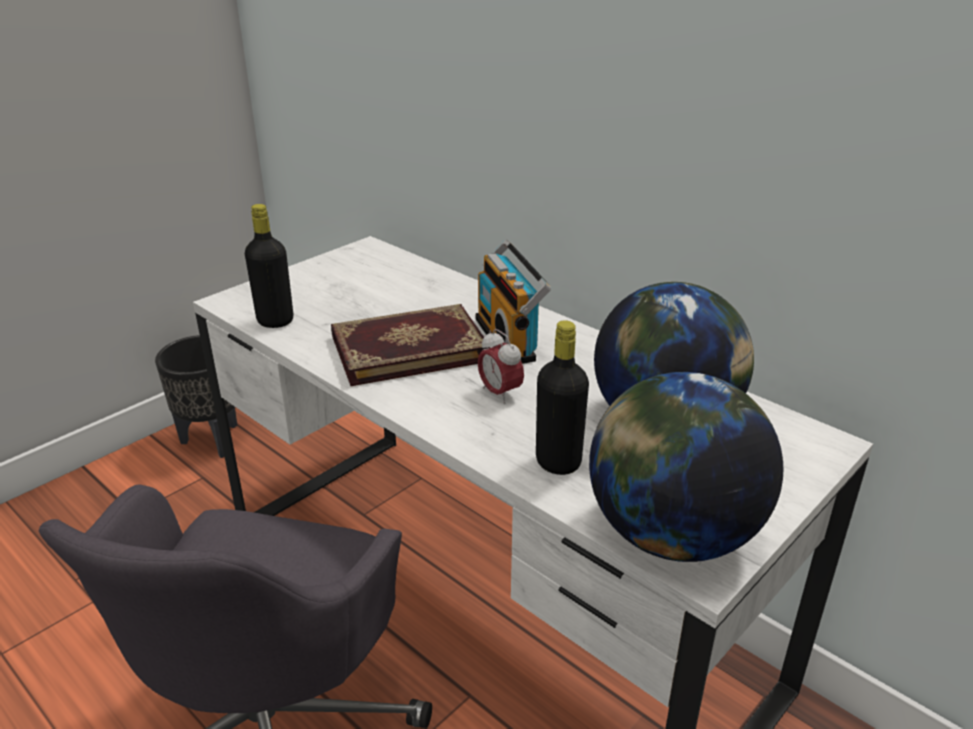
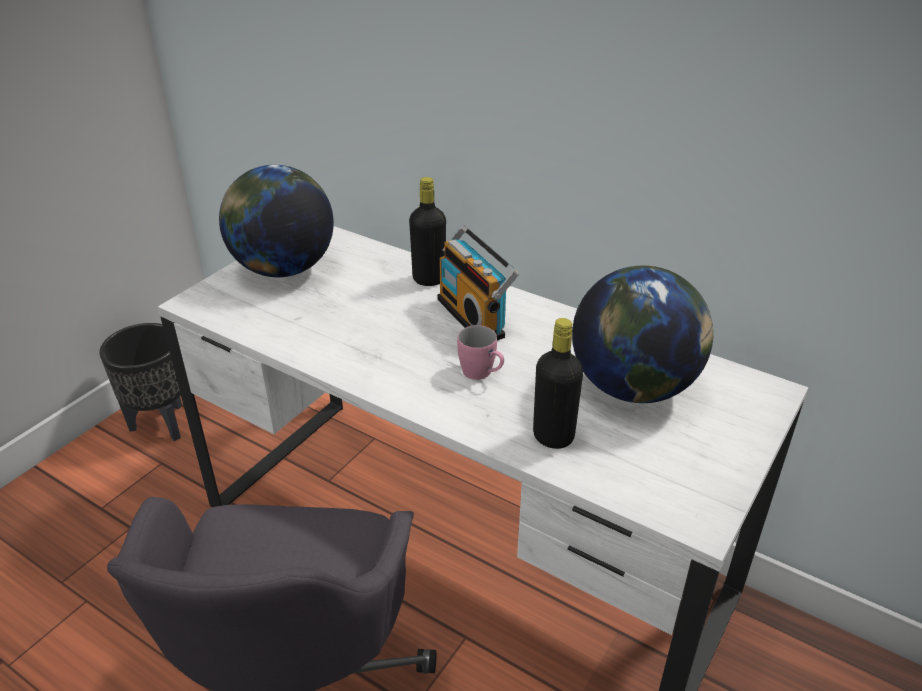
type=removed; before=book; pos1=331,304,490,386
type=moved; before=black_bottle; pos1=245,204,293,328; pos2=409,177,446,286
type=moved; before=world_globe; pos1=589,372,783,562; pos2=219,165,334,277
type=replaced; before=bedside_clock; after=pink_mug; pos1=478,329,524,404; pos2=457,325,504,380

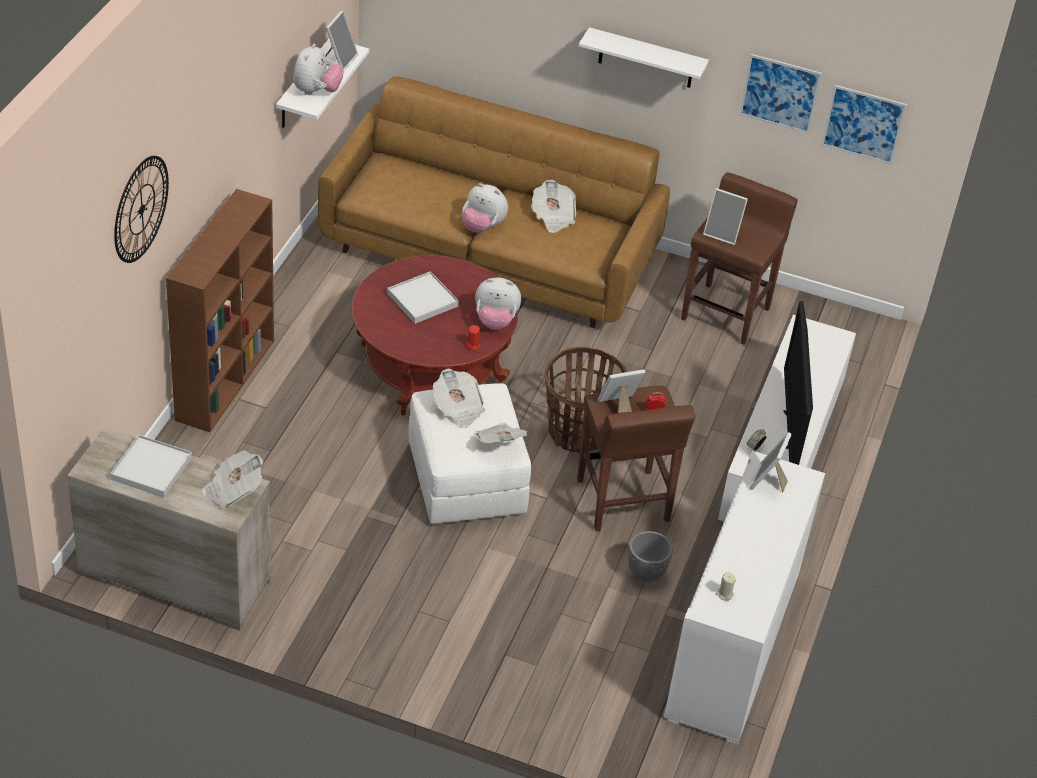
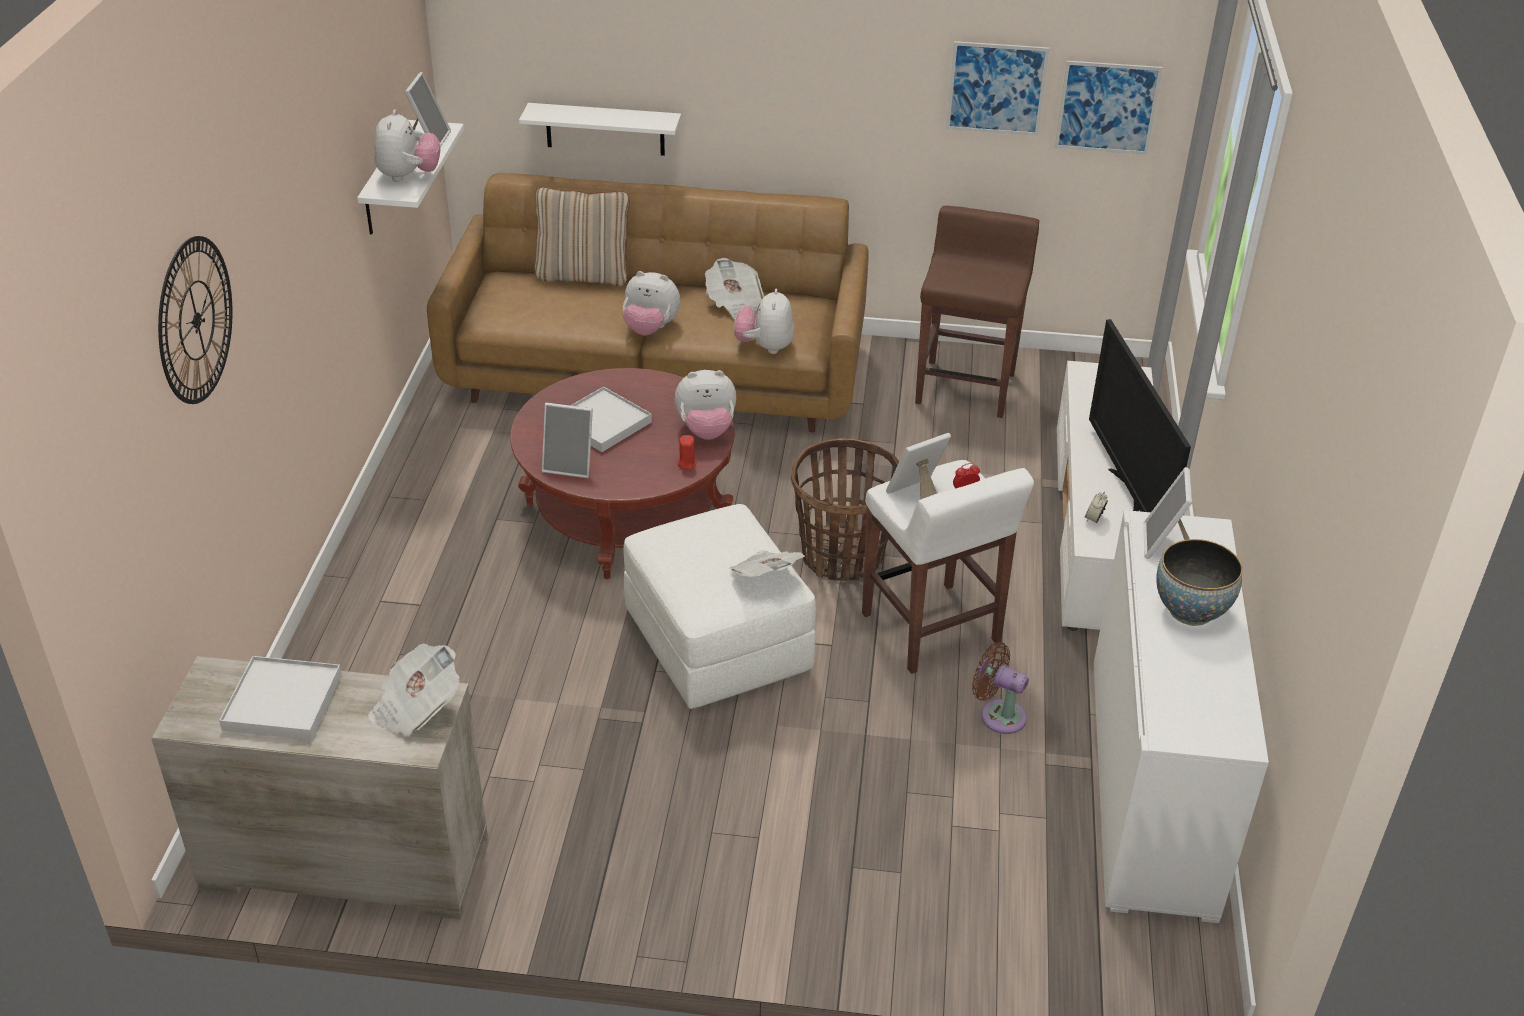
type=removed; before=brown-coloured_bookcase; pos1=166,189,274,432
type=removed; before=daily_paper; pos1=433,369,485,428
type=removed; before=beige-coloured_wax_light; pos1=716,572,736,601
type=added; after=beige-coloured_pillow; pos2=535,186,630,286
type=added; after=plush_toy; pos2=734,289,794,354
type=added; after=serving_bowl; pos2=1156,539,1243,626
type=moved; before=white-coloured_shelf; pos1=579,27,709,88; pos2=519,103,681,156
type=moved; before=standing_frame; pos1=703,188,748,245; pos2=542,402,593,478
type=replaced; before=grey_planter; after=brown-coloured_fan; pos1=628,531,673,582; pos2=972,642,1029,734
type=recoloured; before=brown-coloured_stool_seat; after=white-coloured_stool_seat; pos1=577,386,695,531; pos2=862,460,1034,674

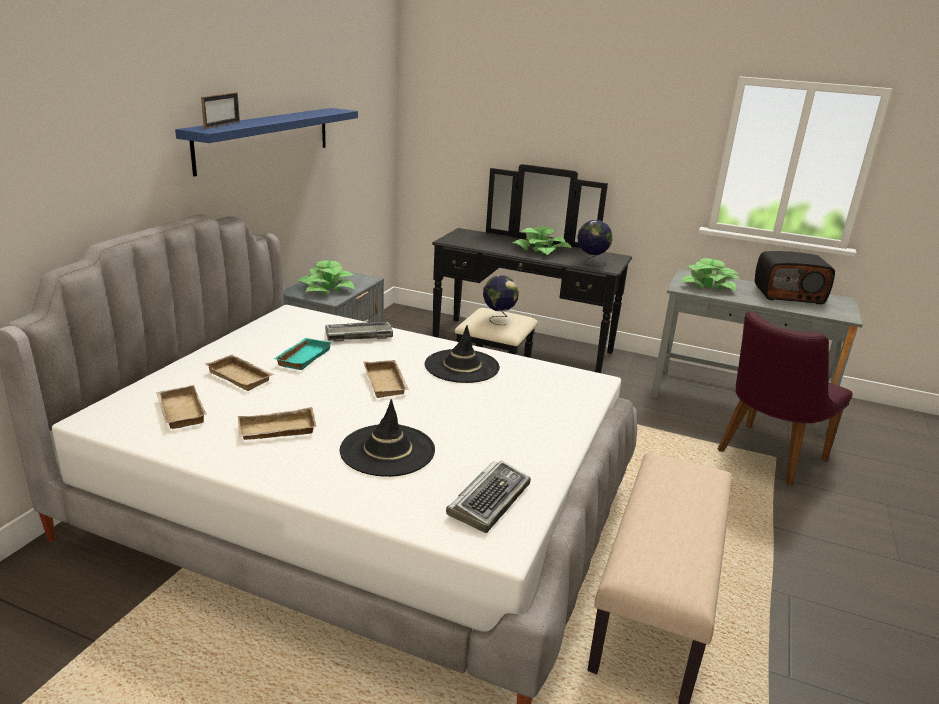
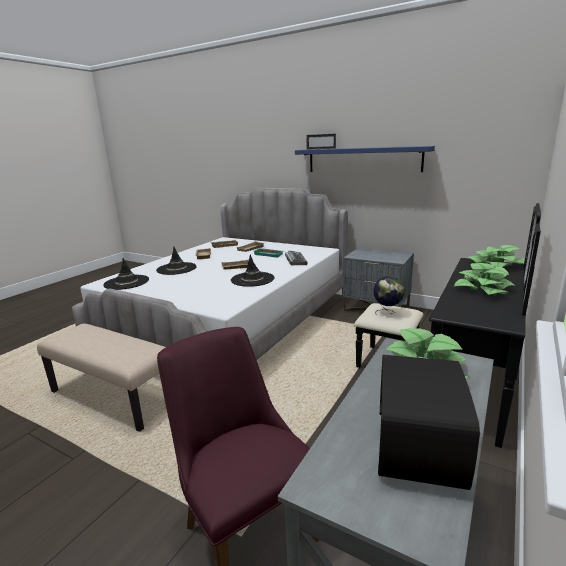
type=removed; before=world_globe; pos1=577,220,613,267
type=moved; before=plant_in_a_pot; pos1=296,260,355,295; pos2=469,245,525,268
type=replaced; before=computer_keyboard; after=black_clothing_hat; pos1=446,460,531,533; pos2=103,258,149,290

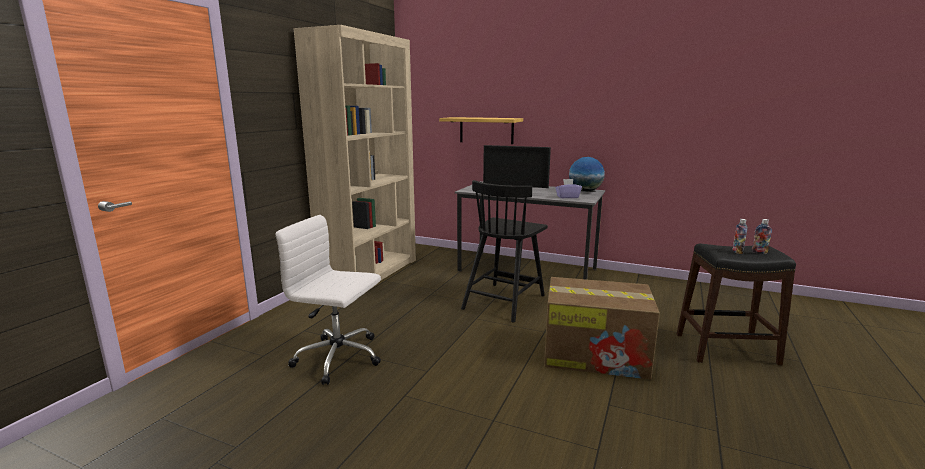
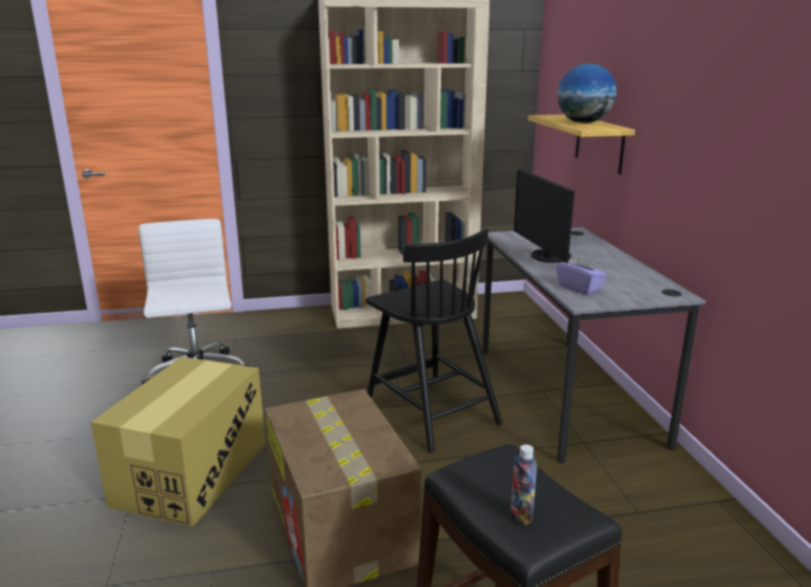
type=removed; before=bottle; pos1=732,219,748,254
type=added; after=packing_box; pos2=91,357,265,527
type=moved; before=world_globe; pos1=569,157,605,192; pos2=557,64,617,123
type=turned; before=black_chair; pos1=461,180,548,323; pos2=366,228,502,453; turn=-120

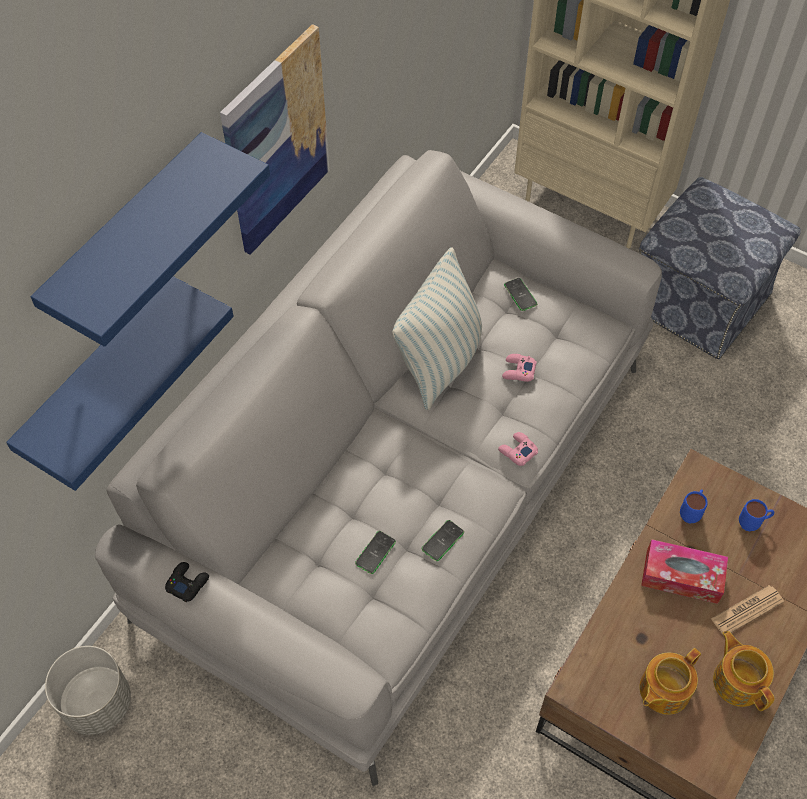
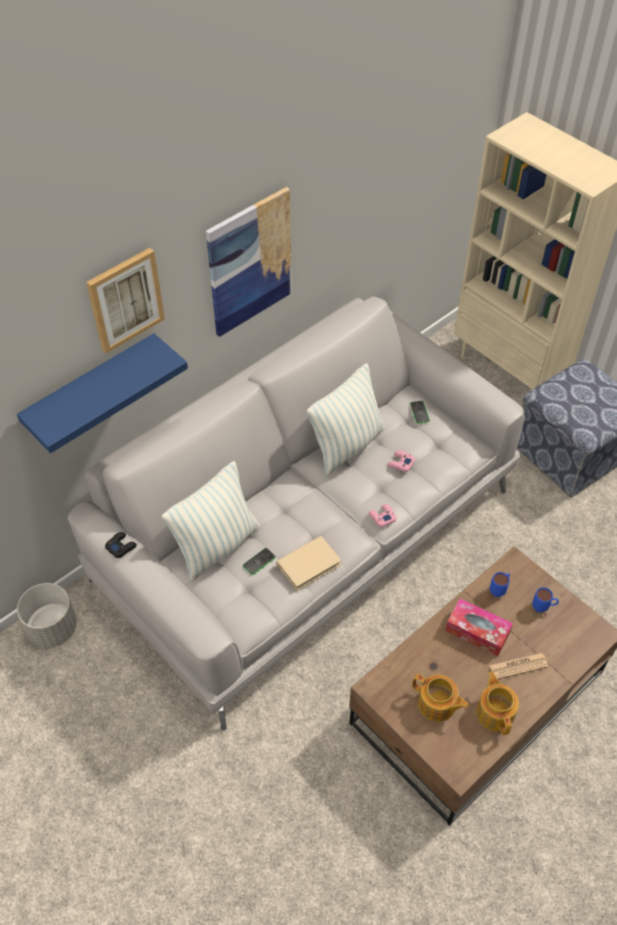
type=added; after=pillow; pos2=162,461,260,582
type=replaced; before=bluish_shelf; after=wall_picture; pos1=31,132,270,347; pos2=86,248,165,354
type=replaced; before=telephone; after=beige-coloured_book; pos1=421,520,464,561; pos2=276,536,342,591
type=turned; before=pot_for_tea; pos1=640,648,701,715; pos2=412,674,469,722; turn=-120

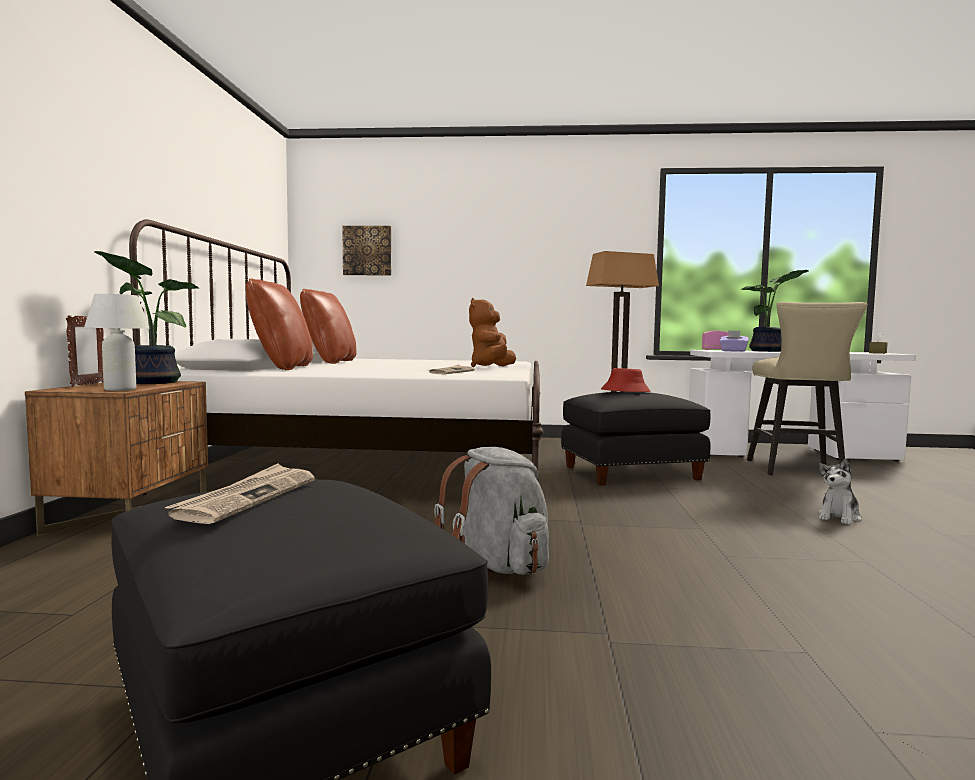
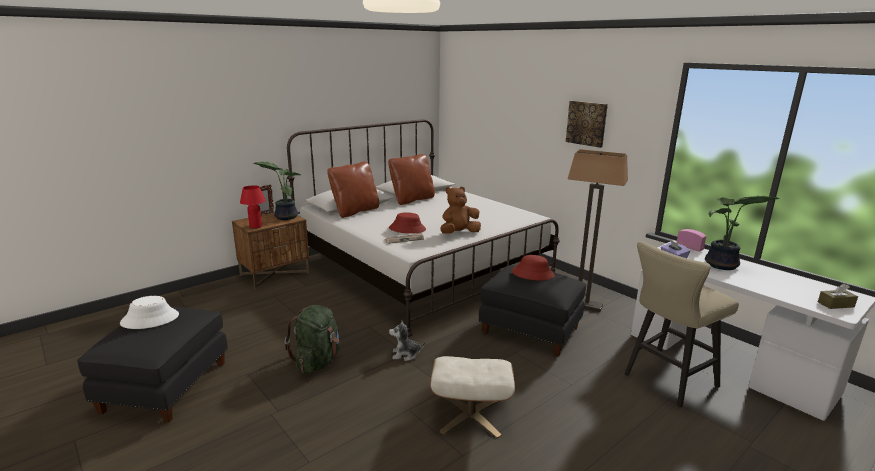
type=added; after=reddish_clothing_hat; pos2=389,212,426,234
type=added; after=beige-coloured_pouffe; pos2=430,356,515,438
type=moved; before=wall_picture; pos1=342,226,391,276; pos2=565,101,608,148
type=moved; before=plush_toy; pos1=818,458,862,525; pos2=389,321,426,361
type=replaced; before=daily_paper; after=white-coloured_clothing_hat; pos1=165,464,315,524; pos2=120,296,179,329
type=recoloured; before=white-coloured_table_lamp; after=reddish_table_lamp; pos1=84,294,150,391; pos2=240,185,266,228
type=recoloured; before=grey_rucksack; after=green-coloured_rucksack; pos1=434,447,549,576; pos2=285,305,340,373

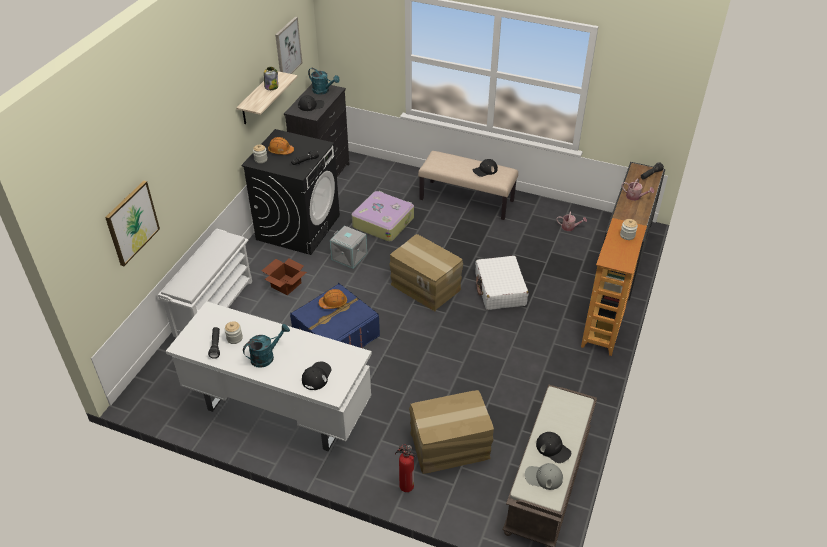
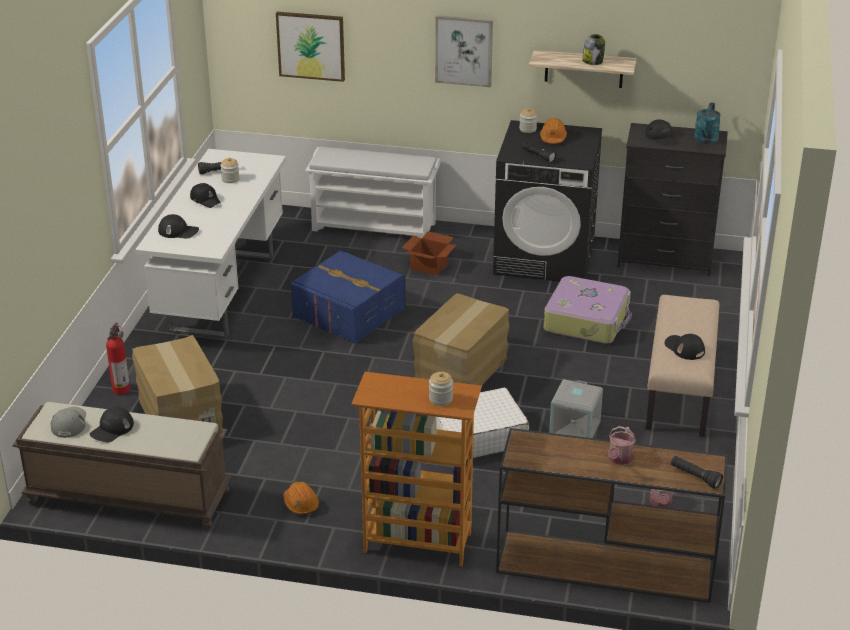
type=moved; before=wall_picture; pos1=275,17,302,74; pos2=435,15,493,87
type=moved; before=orangey_work_helmet; pos1=319,289,347,309; pos2=283,482,319,515
type=moved; before=grey_storage_box; pos1=330,226,367,269; pos2=549,379,603,438
type=replaced; before=turquoise-coloured_watering_pot; after=black_peaked_cap; pos1=243,324,290,368; pos2=190,183,221,208

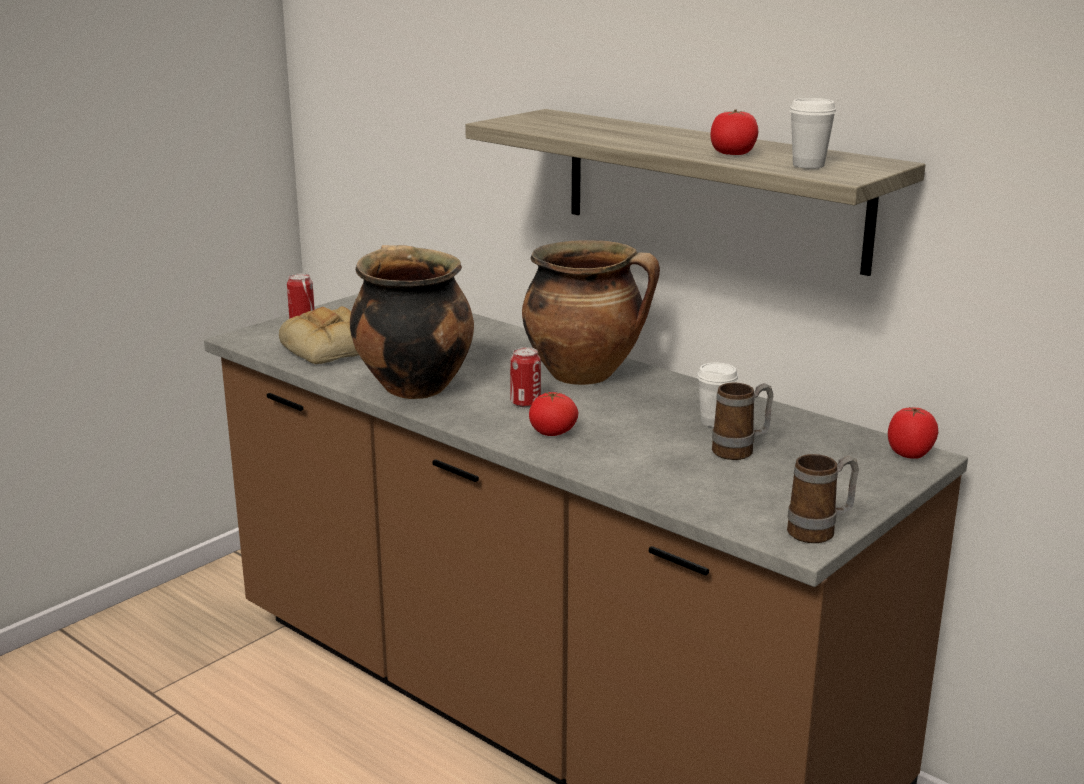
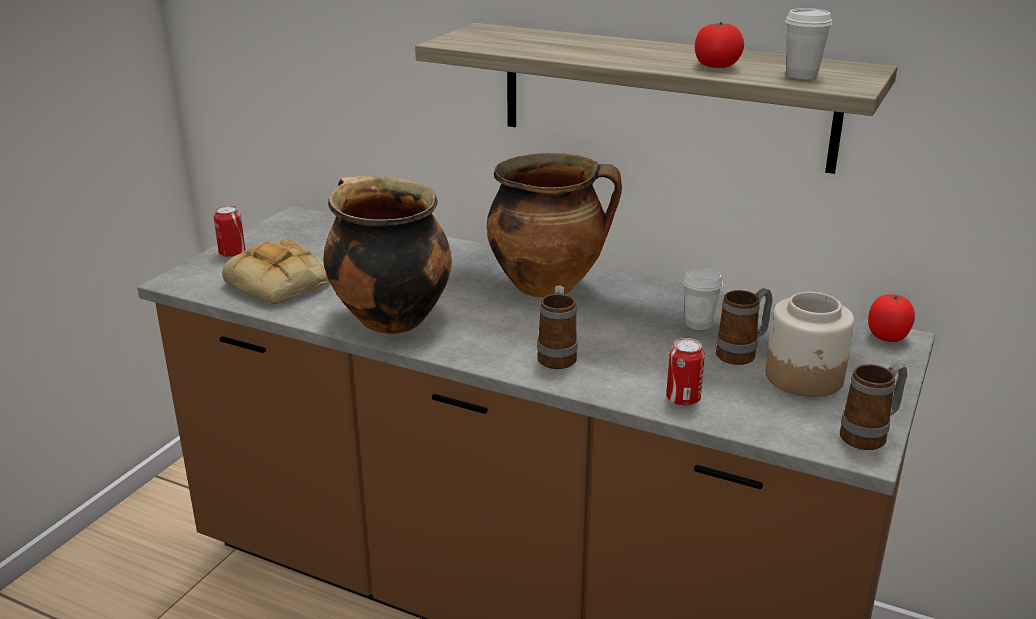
type=added; after=jar; pos2=766,292,854,397
type=moved; before=can; pos1=510,347,541,407; pos2=666,338,705,406
type=replaced; before=whole_tomato; after=mug; pos1=529,392,578,436; pos2=537,286,578,369

